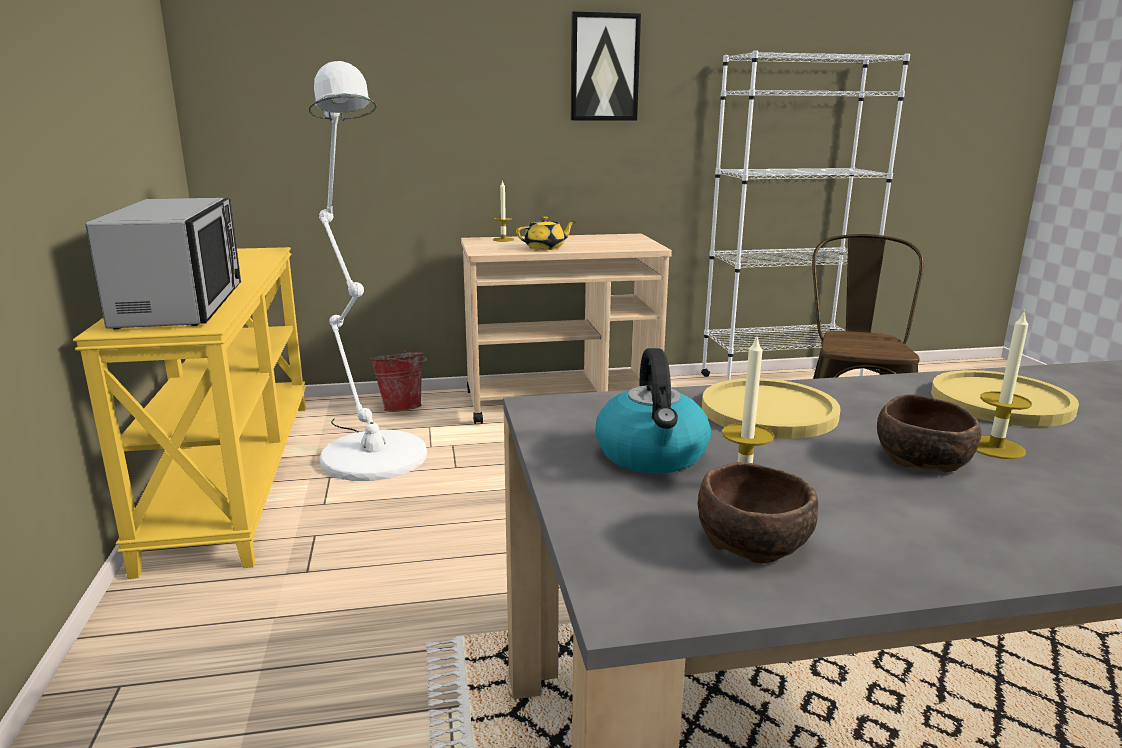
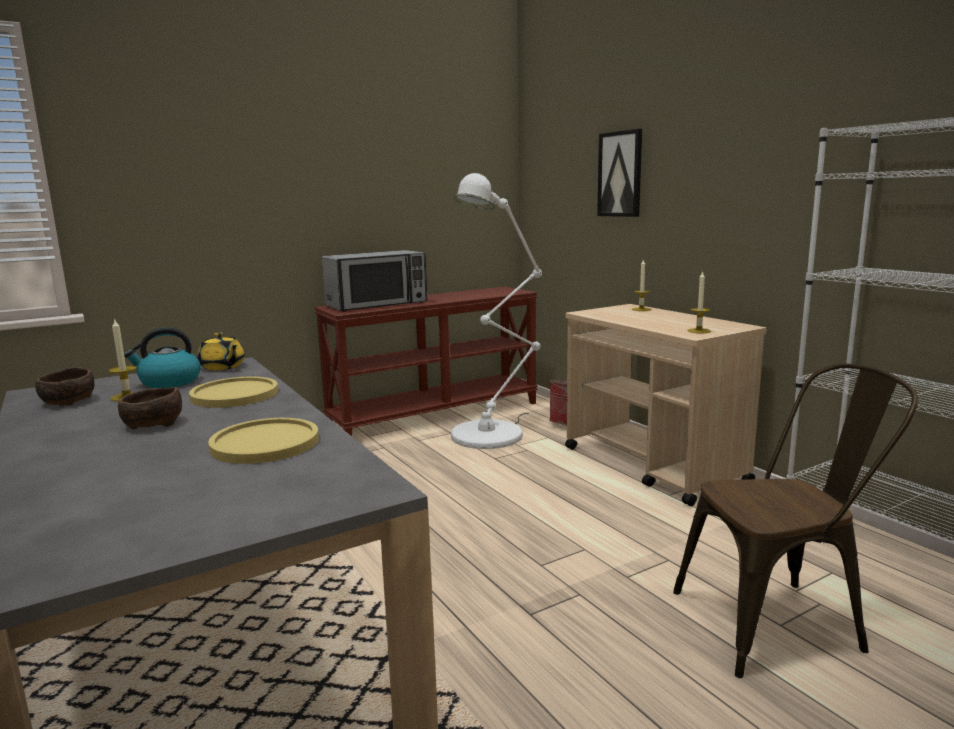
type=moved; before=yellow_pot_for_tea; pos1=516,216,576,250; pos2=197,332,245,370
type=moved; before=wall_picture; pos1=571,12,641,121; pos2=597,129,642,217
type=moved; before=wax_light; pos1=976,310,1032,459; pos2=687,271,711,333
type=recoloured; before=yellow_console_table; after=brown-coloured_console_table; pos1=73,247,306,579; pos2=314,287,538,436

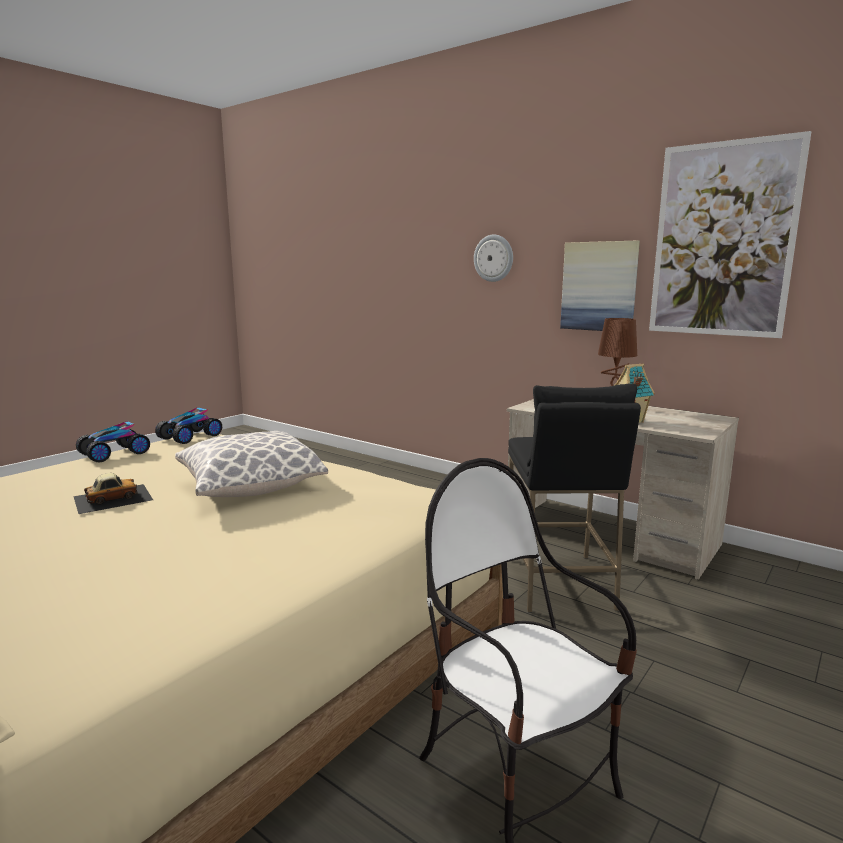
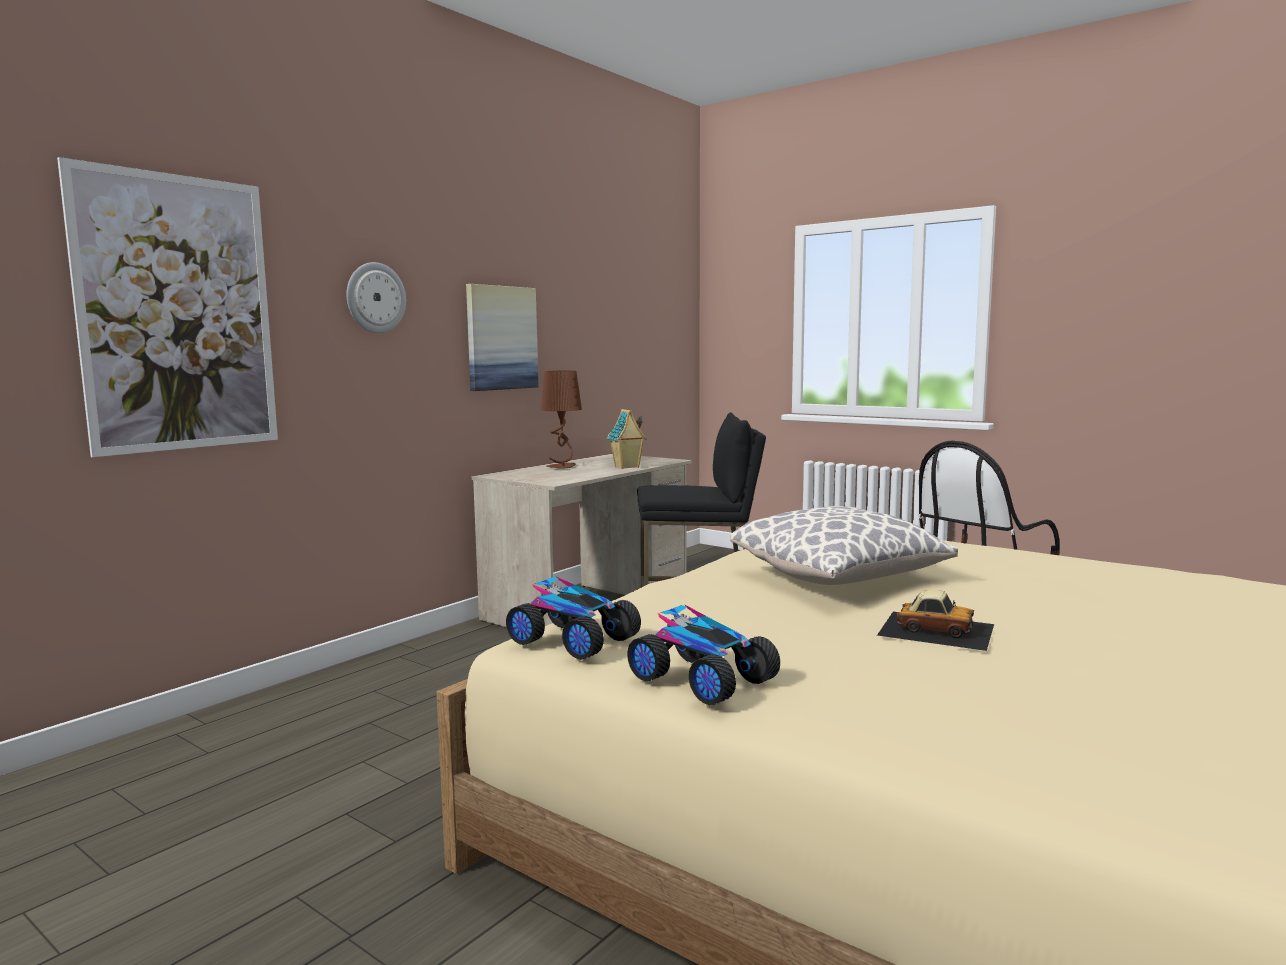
type=moved; before=wall_picture; pos1=649,131,811,338; pos2=57,157,278,457
type=turned; before=miniature_car; pos1=73,473,153,514; pos2=877,590,994,651; turn=150

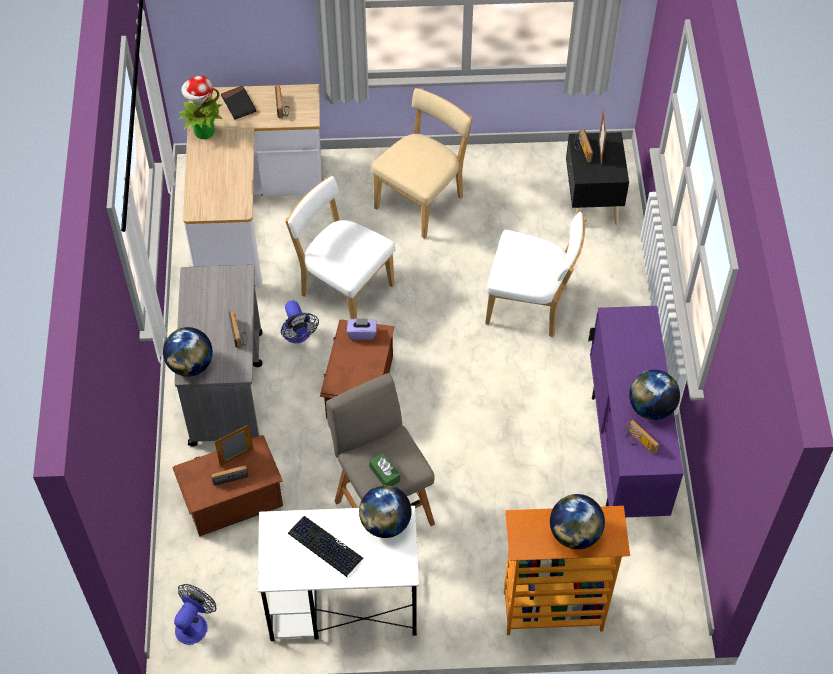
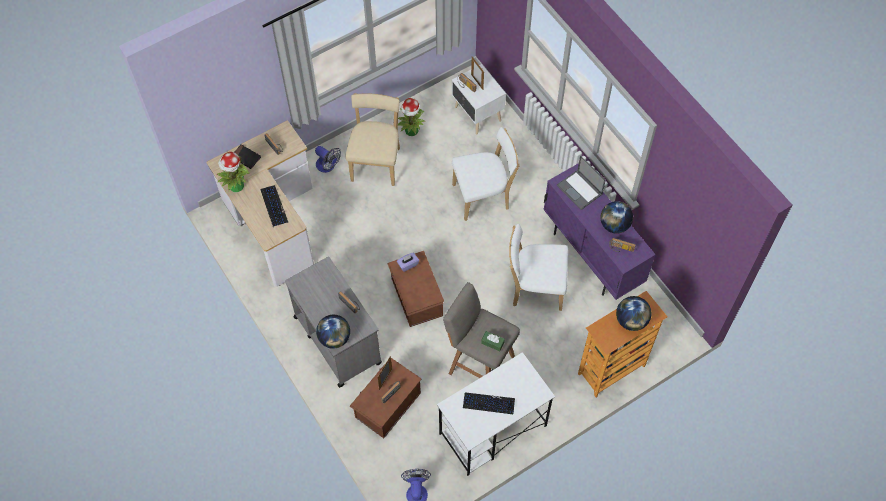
type=removed; before=world_globe; pos1=359,485,412,538
type=added; after=computer_keyboard; pos2=260,185,289,227
type=added; after=plant_in_a_pot; pos2=398,98,425,136
type=added; after=portable_computer; pos2=556,156,606,210
type=moved; before=fan; pos1=281,300,319,343; pos2=315,146,341,173
type=moved; before=white-coloured_chair; pos1=285,176,396,319; pos2=509,224,568,311
type=recoloured; before=black_bedside_table; after=white-coloured_bedside_table; pos1=566,132,629,225; pos2=452,64,506,134

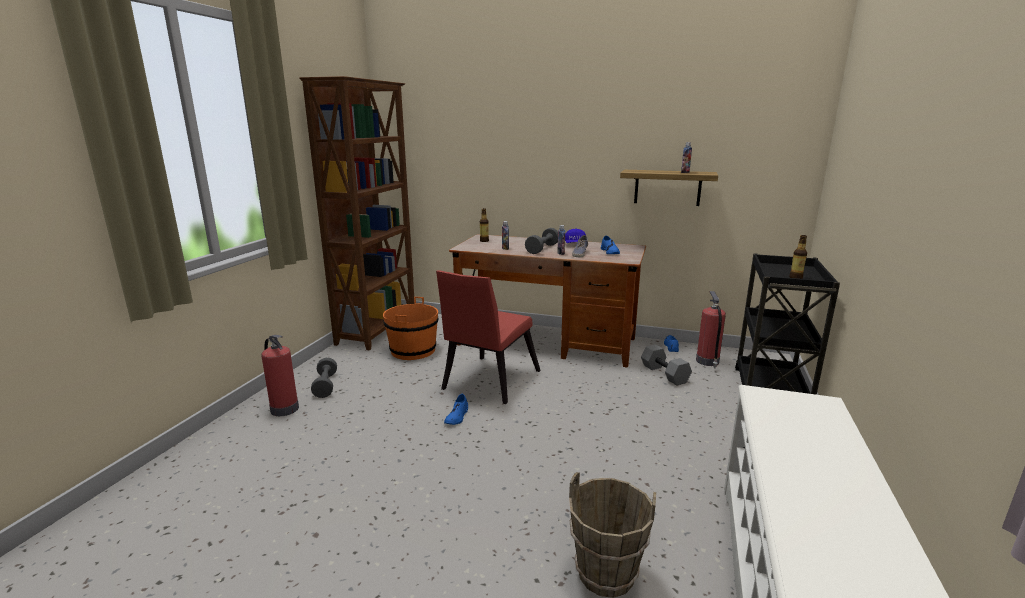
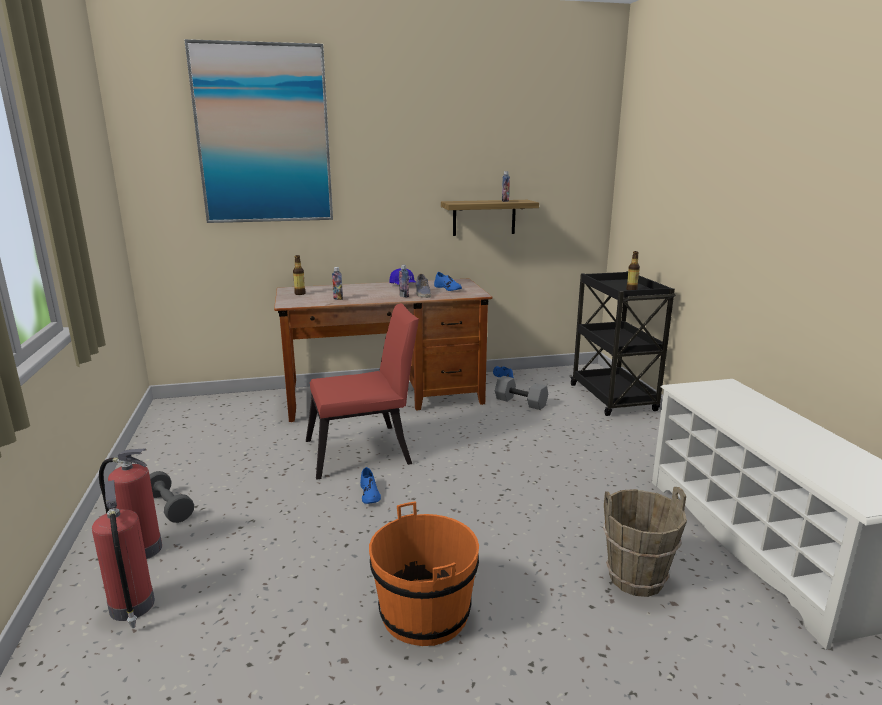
type=removed; before=brown-coloured_bookcase; pos1=299,76,414,350
type=removed; before=grey_dumbbell; pos1=525,228,558,254
type=added; after=wall_picture; pos2=184,39,333,223
type=moved; before=orangey_water_bucket; pos1=383,297,439,360; pos2=369,502,479,646
type=moved; before=extinguisher; pos1=696,291,726,368; pos2=92,480,155,628
type=turned; before=reddish_chair; pos1=436,270,541,404; pos2=306,303,419,480; turn=-105

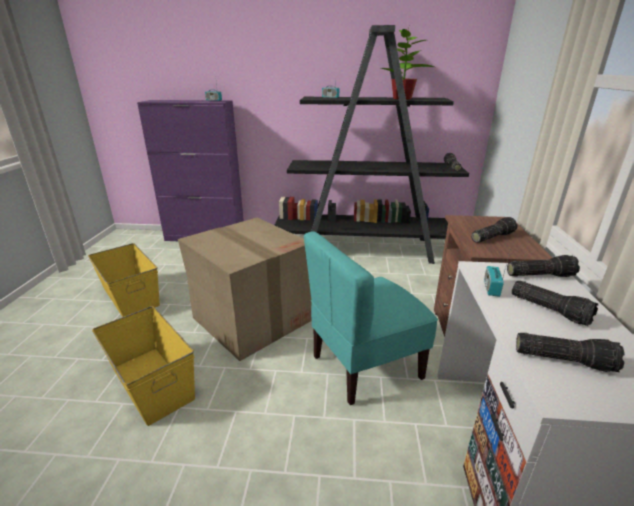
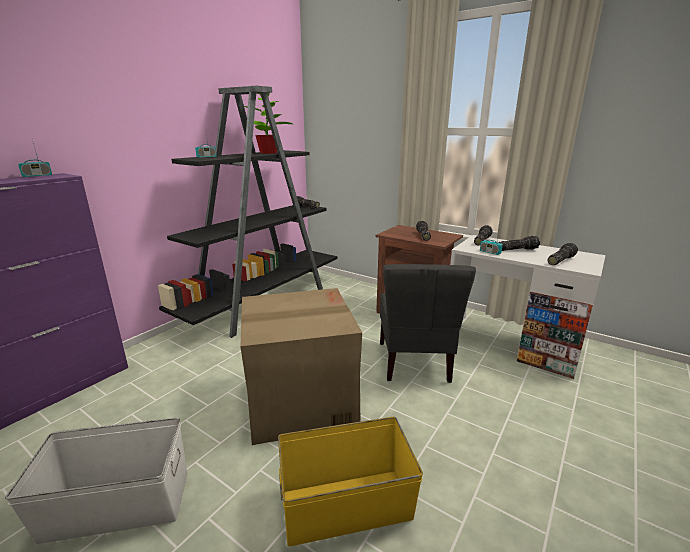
type=recoloured; before=yellow_storage_box; after=white-coloured_storage_box; pos1=88,243,160,317; pos2=5,418,187,544
type=recoloured; before=turquoise-coloured_chair; after=grey_chair; pos1=304,231,438,405; pos2=380,264,476,383

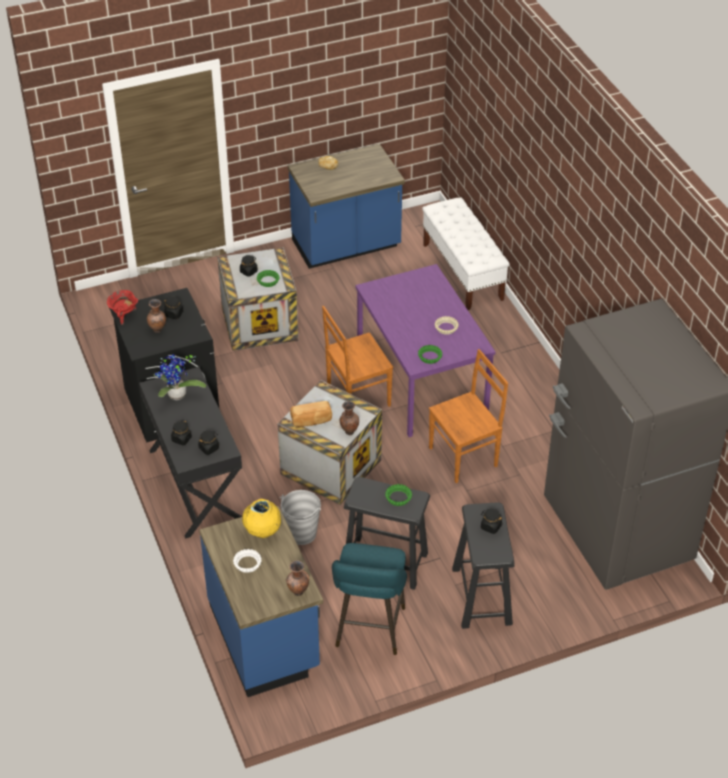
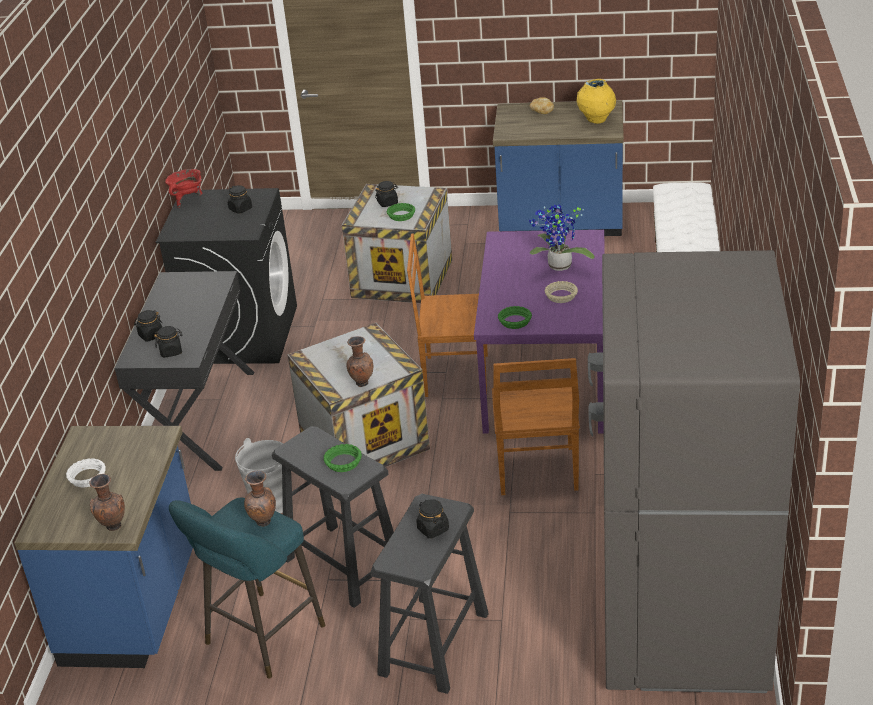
type=removed; before=bakery_bread; pos1=290,401,332,427
type=moved; before=brown-coloured_flower_vase; pos1=147,299,166,333; pos2=244,471,276,527
type=moved; before=plant_in_a_pot; pos1=154,355,206,400; pos2=529,204,595,271
type=moved; before=yellow_flower_vase; pos1=242,499,281,538; pos2=576,79,616,124
type=turned; before=brown-coloured_chair; pos1=429,349,508,483; pos2=492,358,580,495; turn=90

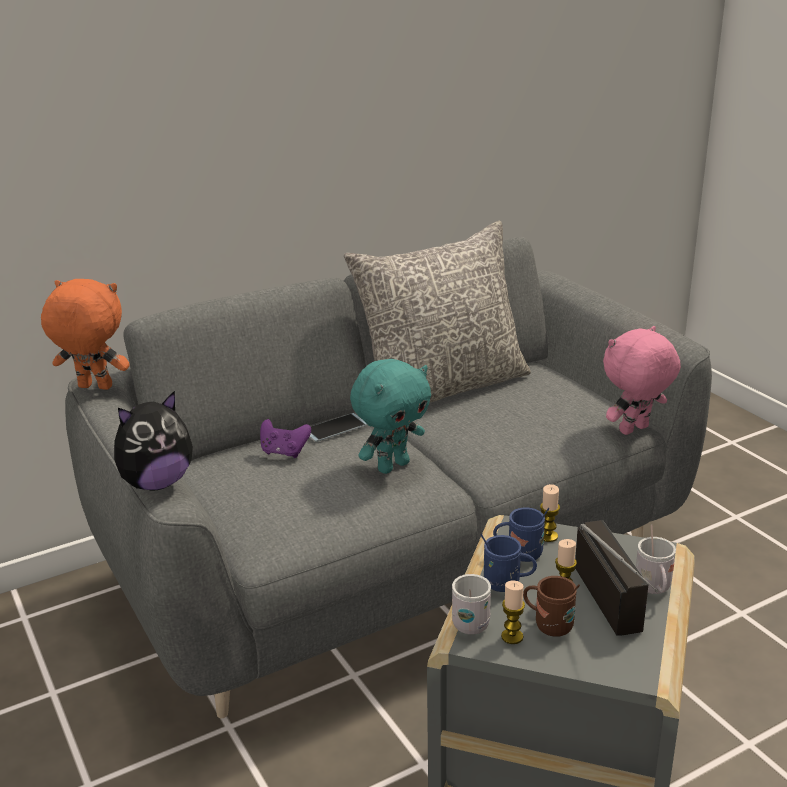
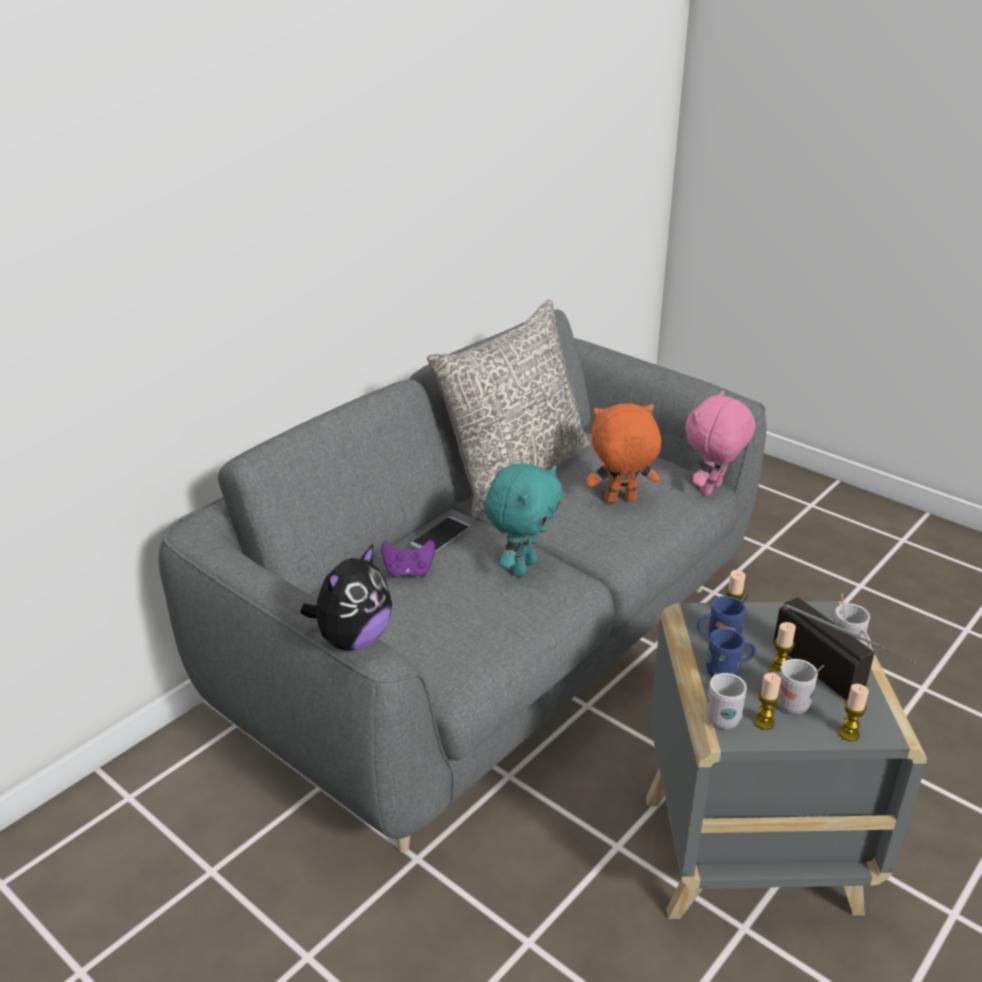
type=added; after=wax_light; pos2=838,684,869,741
type=moved; before=orangey_plush_toy; pos1=41,279,130,390; pos2=586,403,661,503
type=recoloured; before=brown-coloured_mug; after=white-coloured_mug; pos1=523,576,580,637; pos2=762,659,824,714

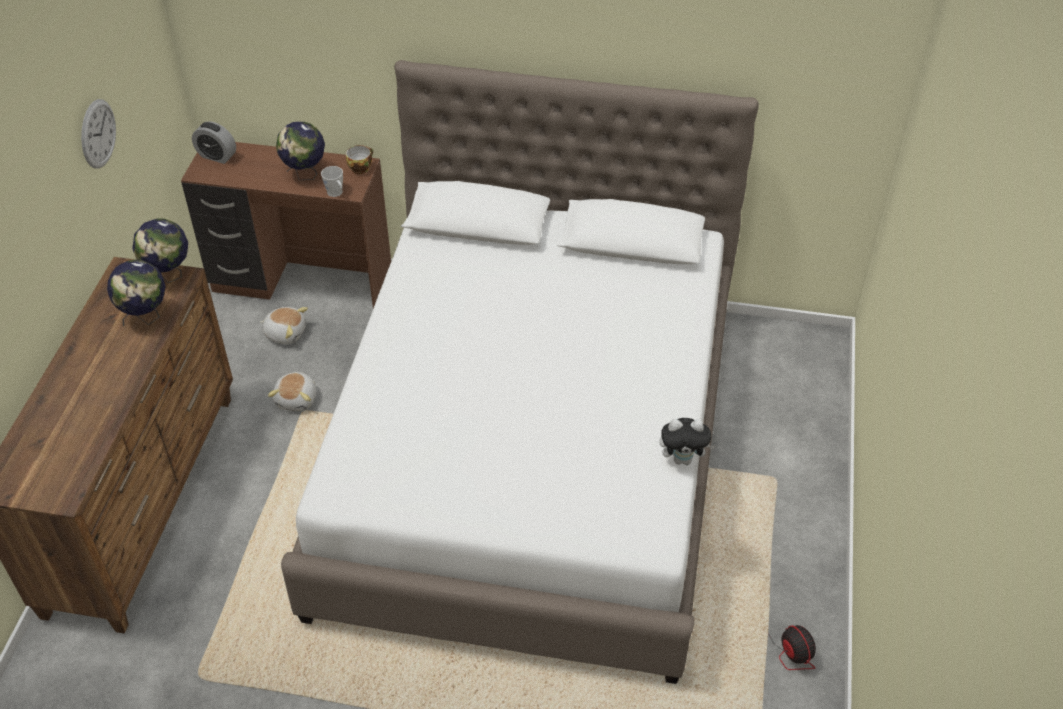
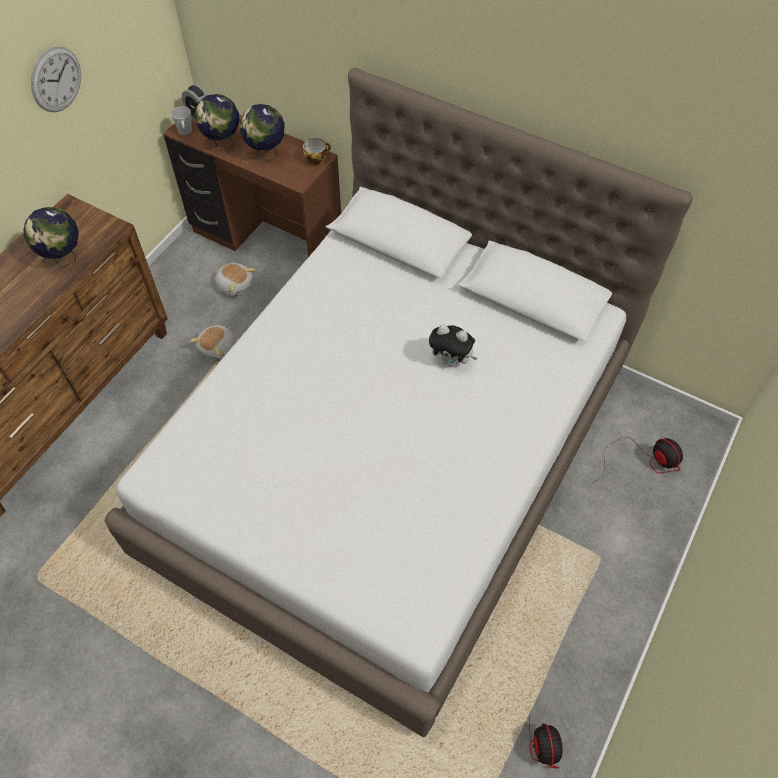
type=added; after=fan; pos2=594,437,683,482
type=moved; before=world_globe; pos1=132,219,188,283; pos2=195,94,239,150
type=moved; before=grey_mug; pos1=321,166,343,197; pos2=171,106,192,135
type=moved; before=plush_toy; pos1=659,418,716,465; pos2=429,324,477,367

